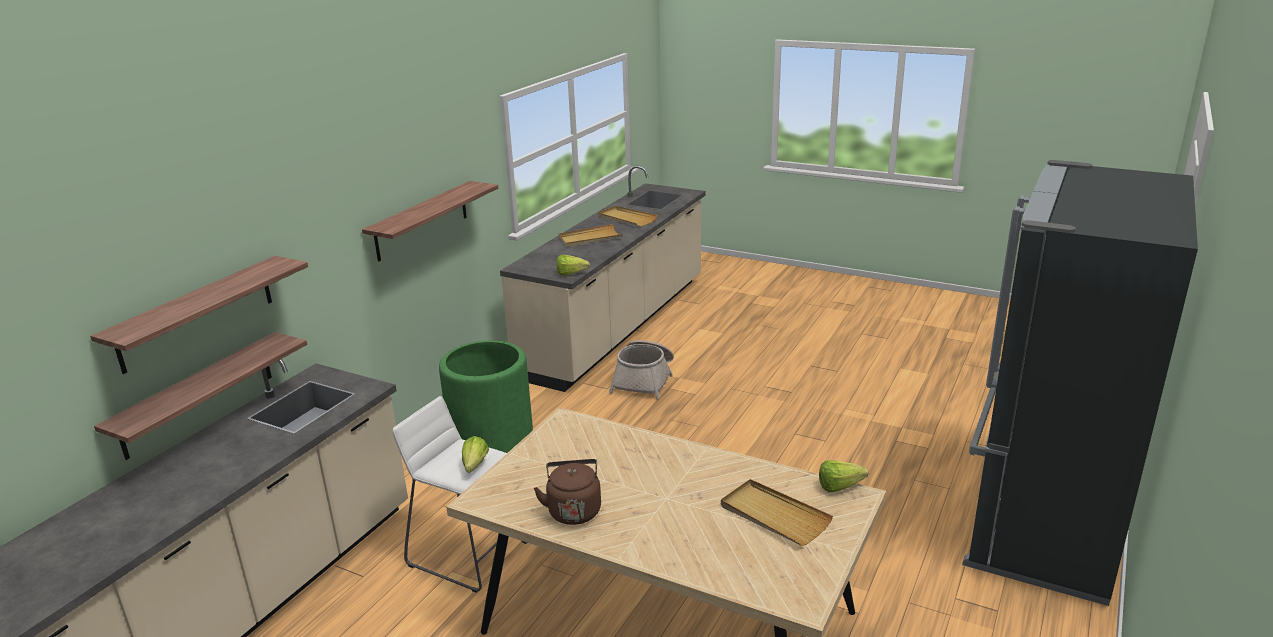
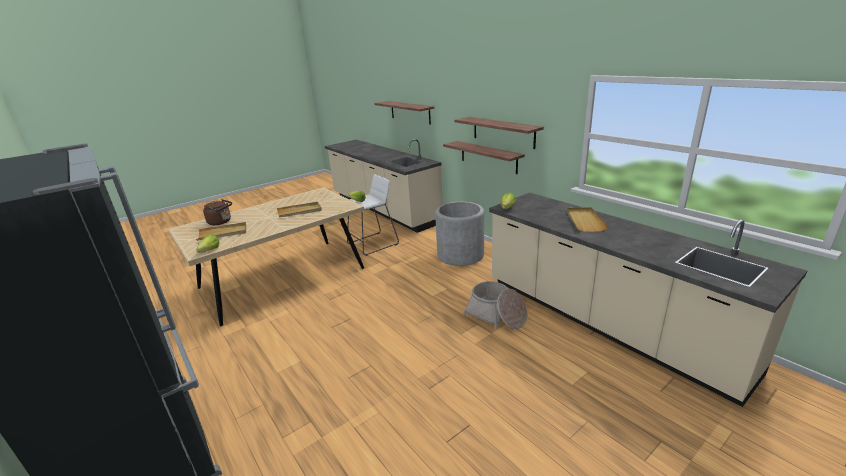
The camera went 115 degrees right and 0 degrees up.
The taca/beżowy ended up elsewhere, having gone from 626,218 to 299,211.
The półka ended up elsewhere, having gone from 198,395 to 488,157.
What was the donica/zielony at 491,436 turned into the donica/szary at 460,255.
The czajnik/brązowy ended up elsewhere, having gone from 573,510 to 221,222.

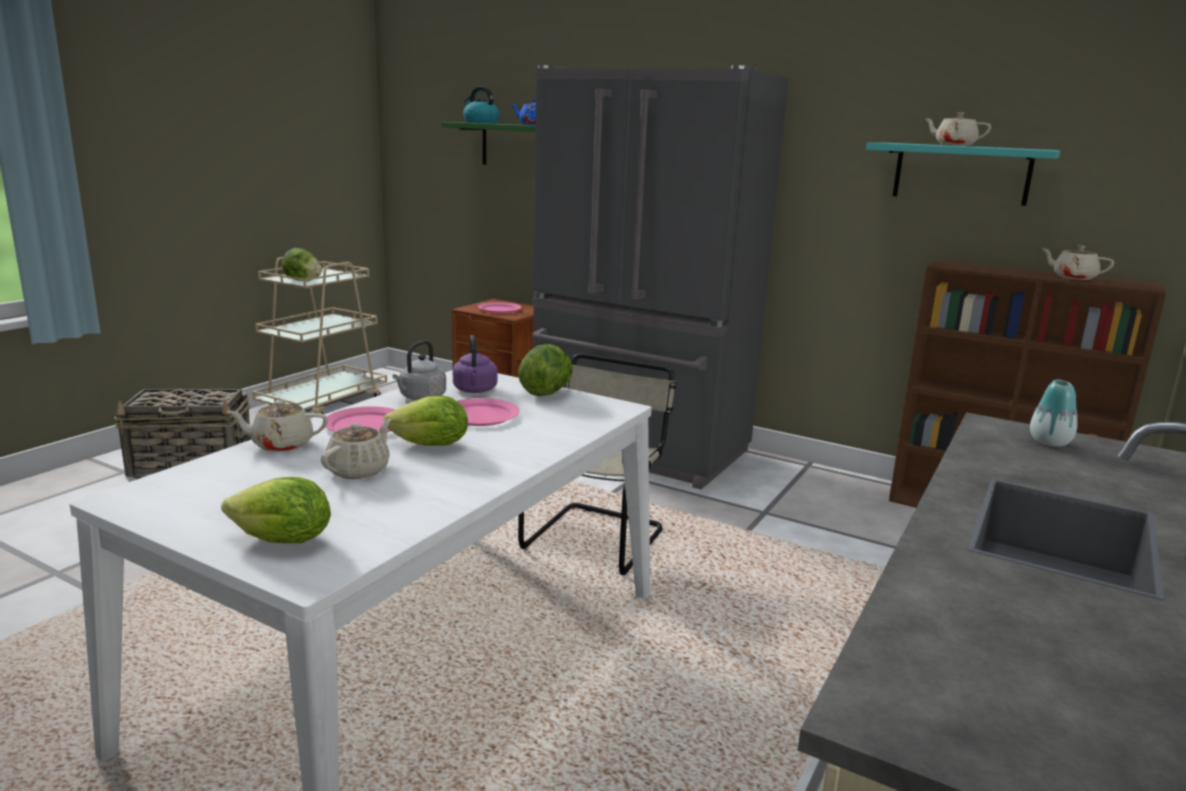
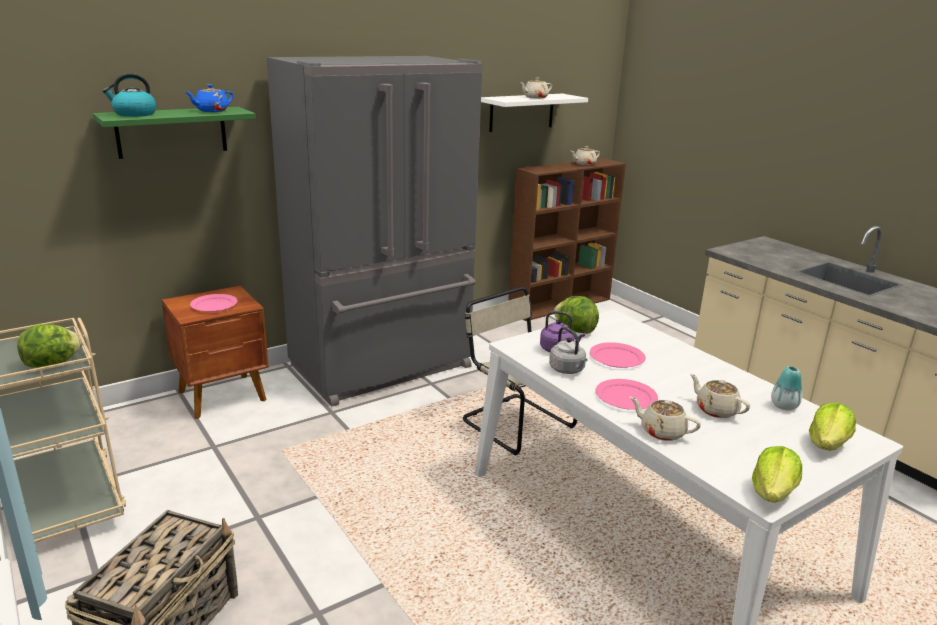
The camera went 65 degrees left and 5 degrees up.
What was the półka/turkusowy at 961,173 turned into the półka/biały at 521,112.
The wazon ended up elsewhere, having gone from 1049,442 to 784,406.
The sałata ended up elsewhere, having gone from 431,446 to 773,493.
The imbryk/beżowy at 281,445 ended up facing another way, 105 degrees clockwise from before.

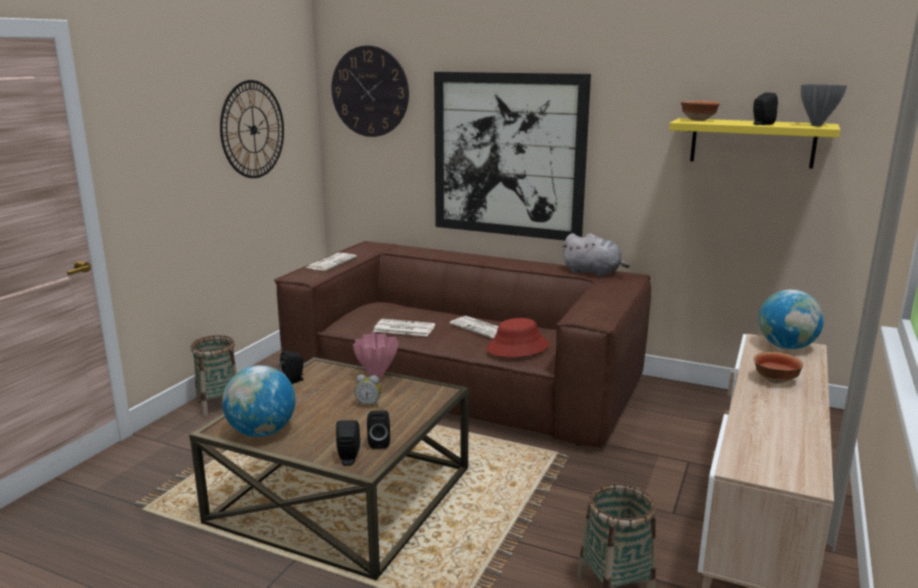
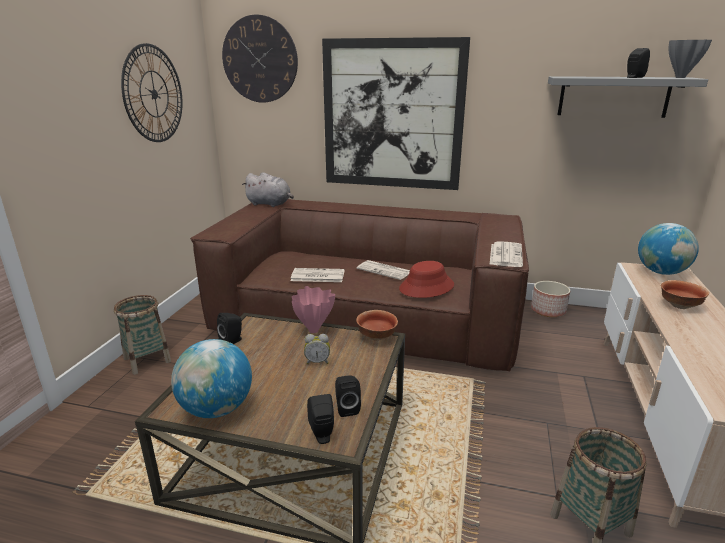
The camera went 10 degrees left and 5 degrees up.
The miska ended up elsewhere, having gone from 699,120 to 377,336.
What was the półka/żółty at 752,142 turned into the półka/szary at 613,96.
The pluszak/szary ended up elsewhere, having gone from 593,273 to 270,204.
The gazeta ended up elsewhere, having gone from 331,262 to 505,255.
The second view gained the donica at 548,310.

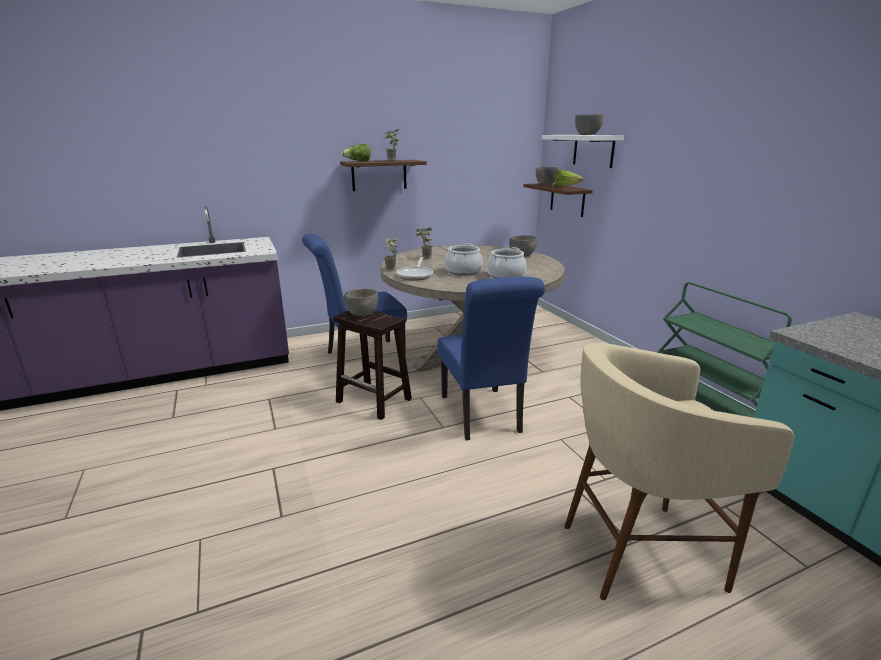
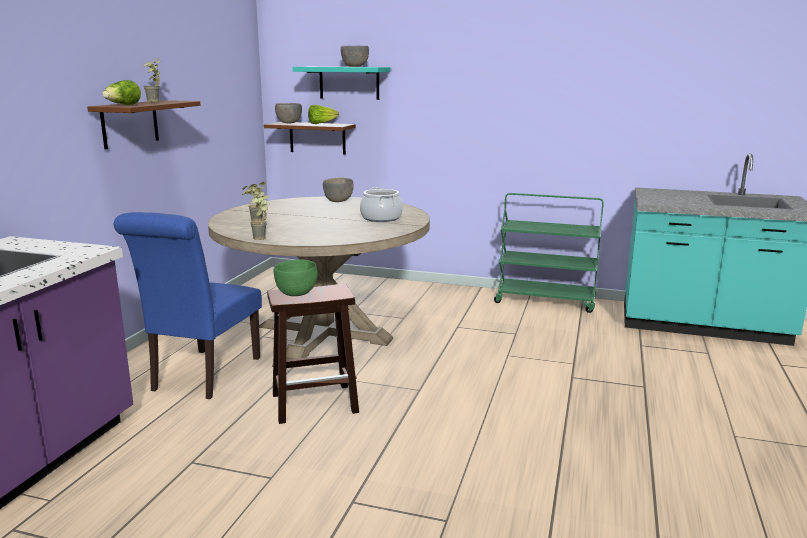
The camera went 50 degrees left and 5 degrees down.
What was the półka/biały at 593,150 turned into the półka/turkusowy at 349,83.
The second view lost the garnek at 463,271.
The second view lost the patelnia at 415,275.
The second view lost the krzesło/niebieski at 482,416.
What was the miska/szary at 362,314 turned into the miska/zielony at 297,294.
The second view lost the stołek/beżowy at 638,553.

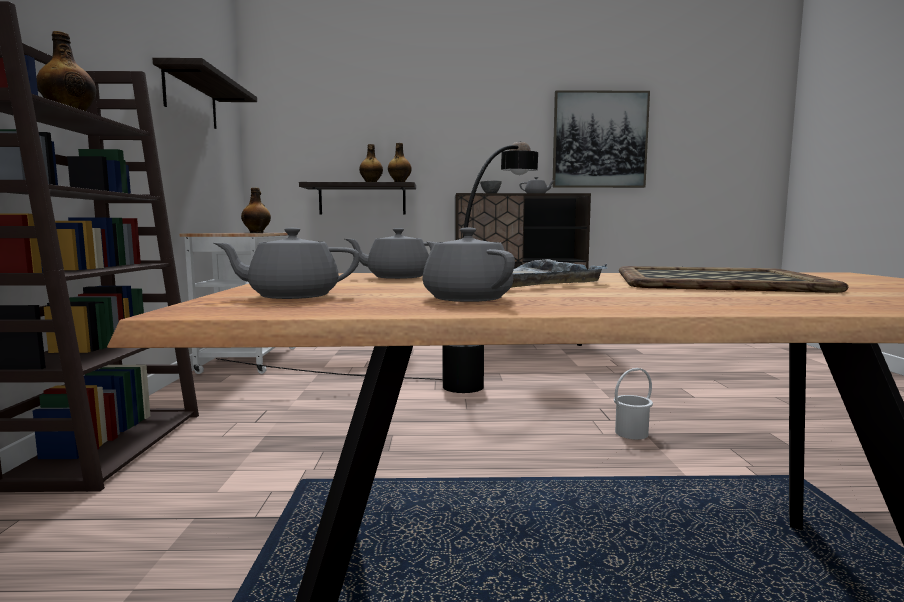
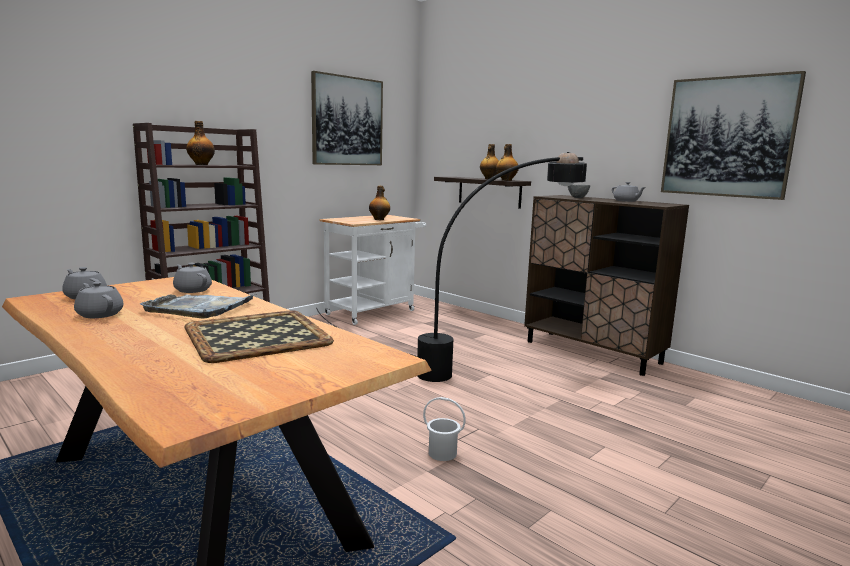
The camera went 45 degrees right and 5 degrees up.
Where the półka hung at 191,99, the obraz came to hang at 347,121.
The imbryk/szary at 466,298 ended up facing another way, 60 degrees counterclockwise from before.

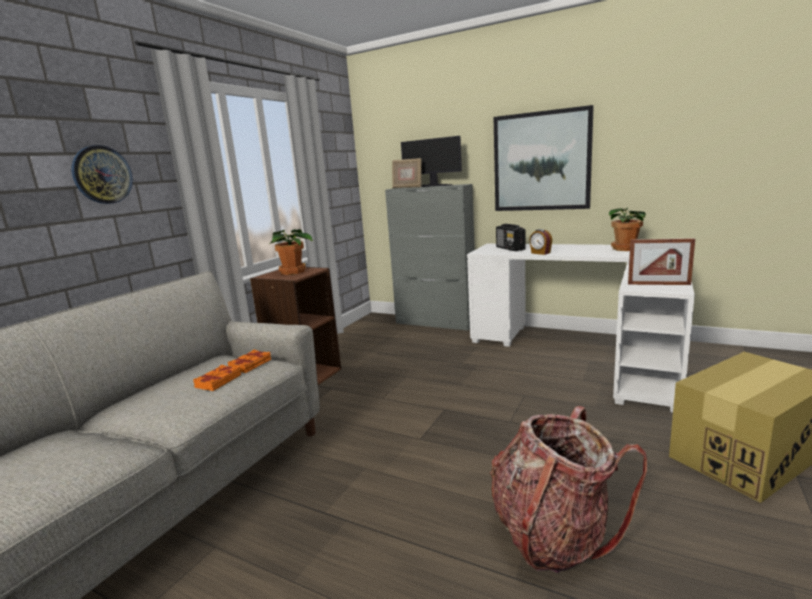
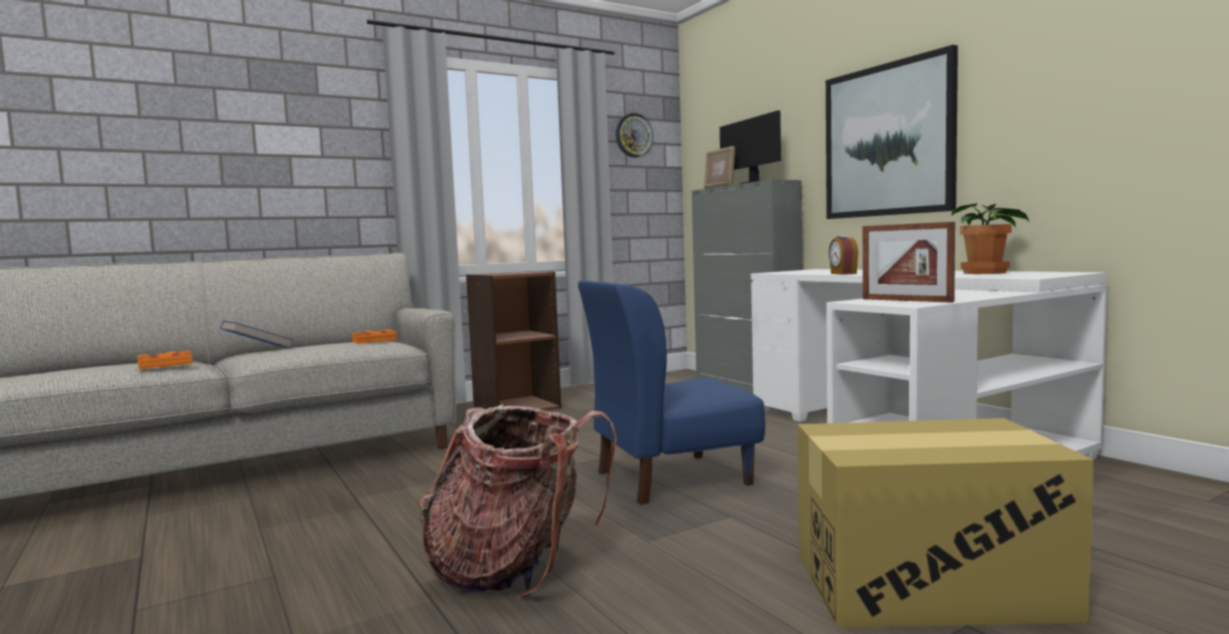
The camera went 30 degrees right and 10 degrees down.
The zegar ścienny ended up elsewhere, having gone from 102,175 to 633,135.
The second view lost the radio at 510,248.
The second view lost the roślina doniczkowa at 293,272.
The książka/pomarańczowy ended up elsewhere, having gone from 218,381 to 165,365.
The second view gained the krzesło/niebieski at 671,478.
The second view gained the książka/niebieski at 257,349.

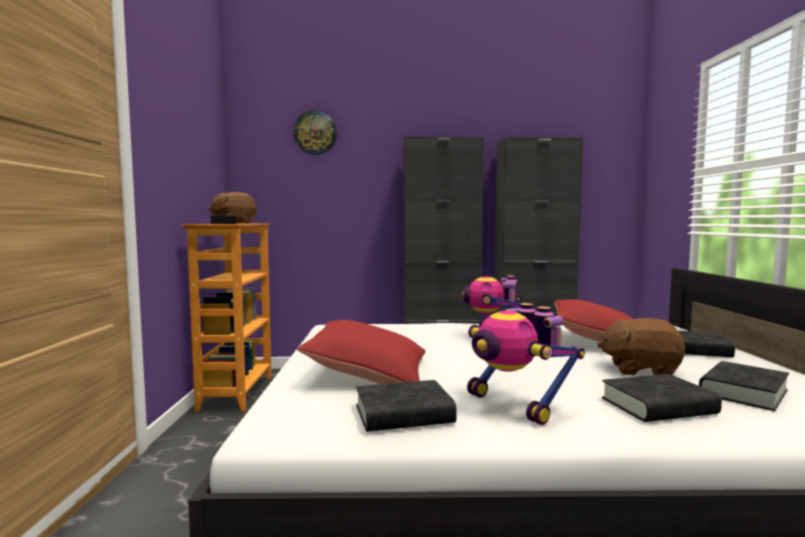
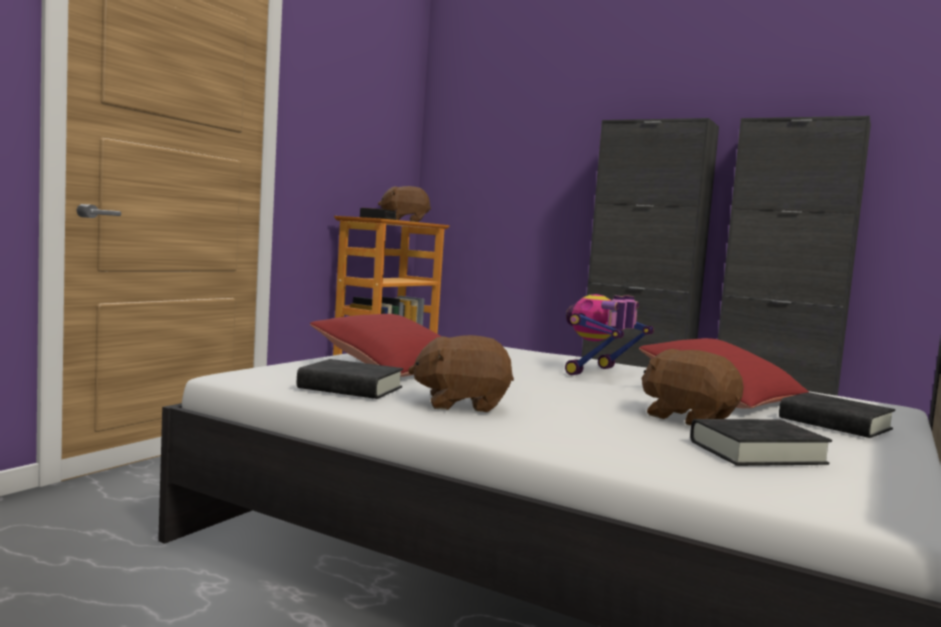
The camera went 30 degrees right and 0 degrees up.
The second view lost the zegar ścienny at 315,133.
Where the robot zabawkowy stood at 515,405, the pluszak/brązowy came to stand at 461,404.
The second view lost the książka/czarny at 658,406.

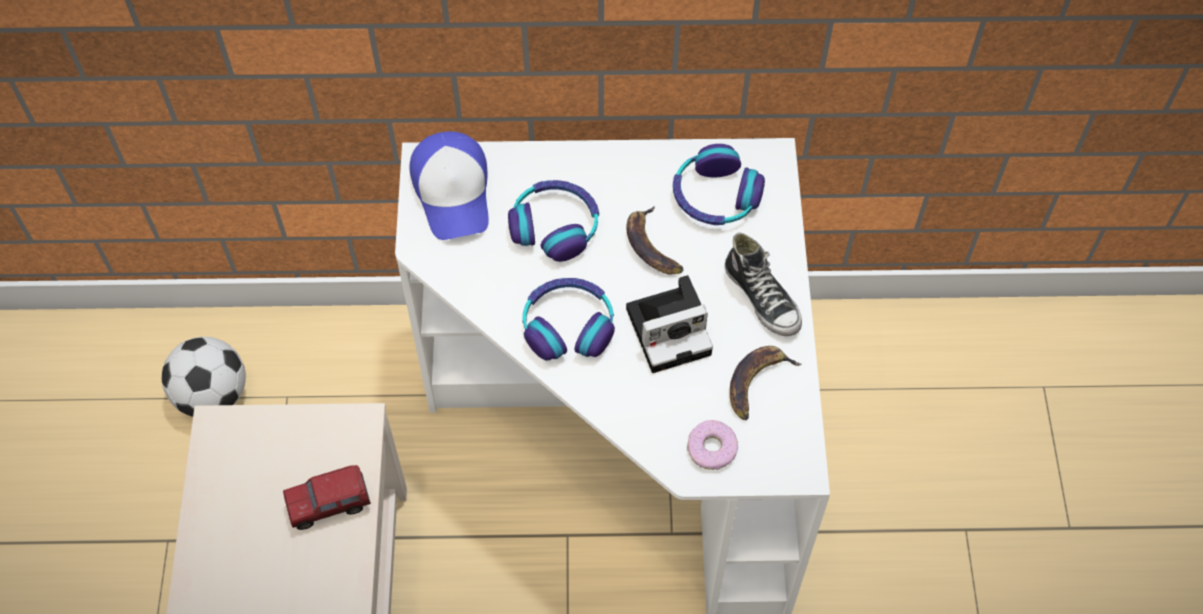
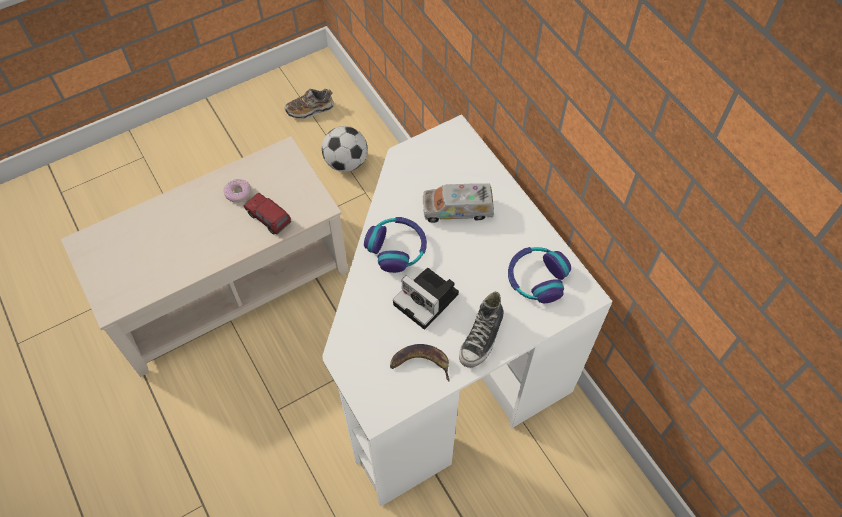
The camera went 60 degrees right and 0 degrees up.
The second view lost the czapka z daszkiem at 453,192.
Where the słuchawki stood at 555,226, the ciężarówka zabawkowa came to stand at 457,209.
The second view lost the banan at 651,246.
The donut ended up elsewhere, having gone from 712,449 to 238,193.
The second view gained the but at 310,109.

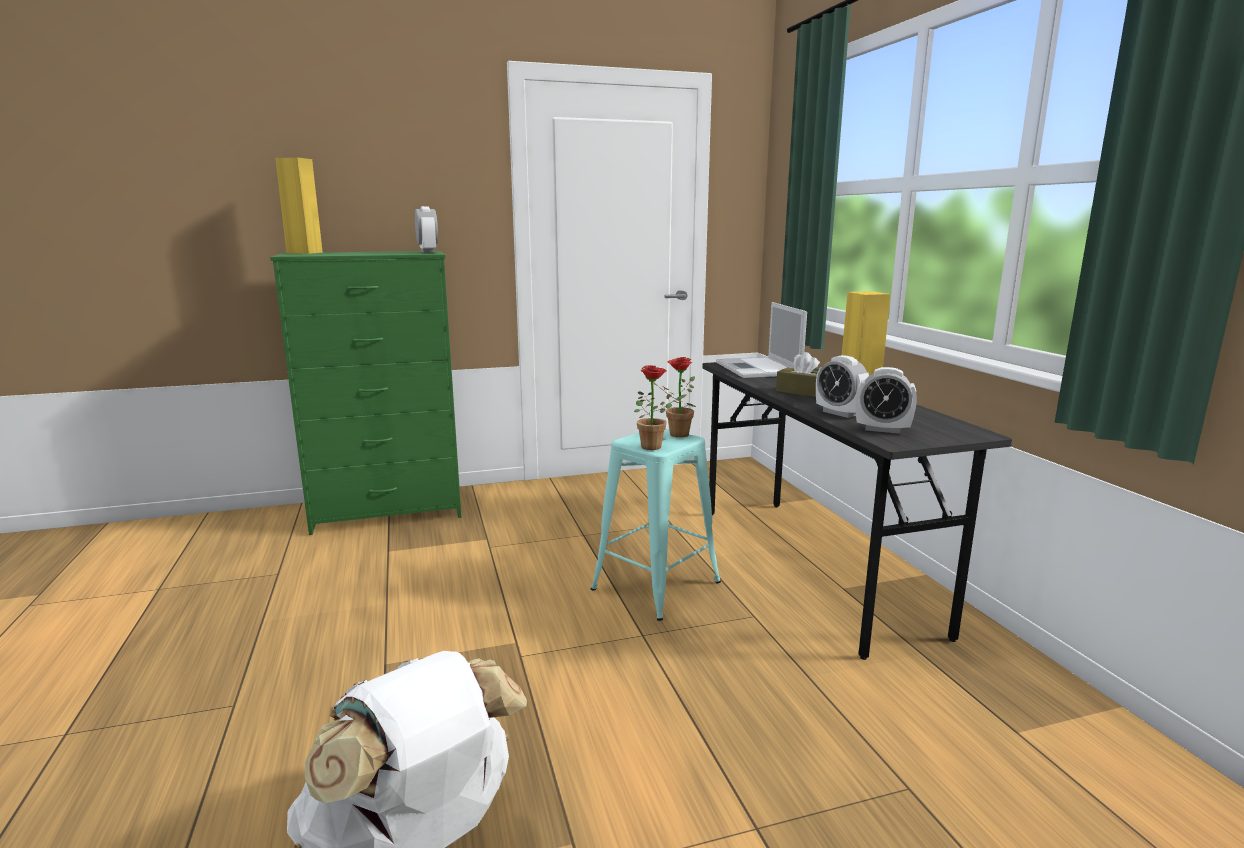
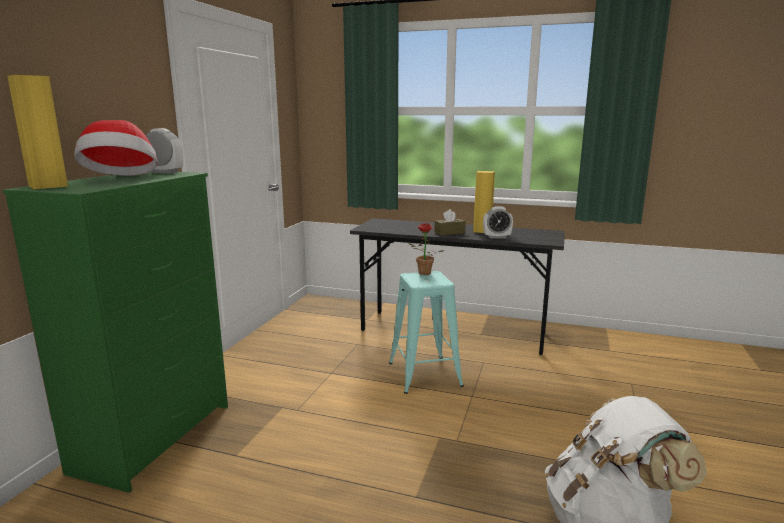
The camera went 55 degrees left and 0 degrees up.
The second view lost the laptop at 758,369.
The second view lost the roślina doniczkowa at 656,446.
The second view lost the budzik at 882,429.
The second view gained the kapelusz at 121,179.

